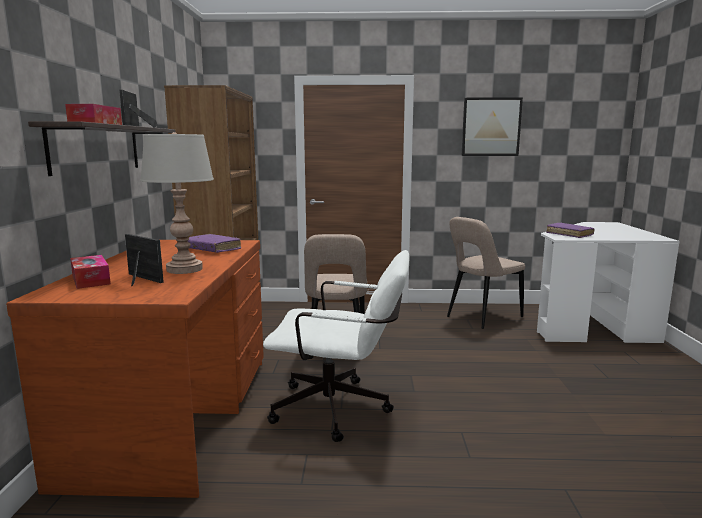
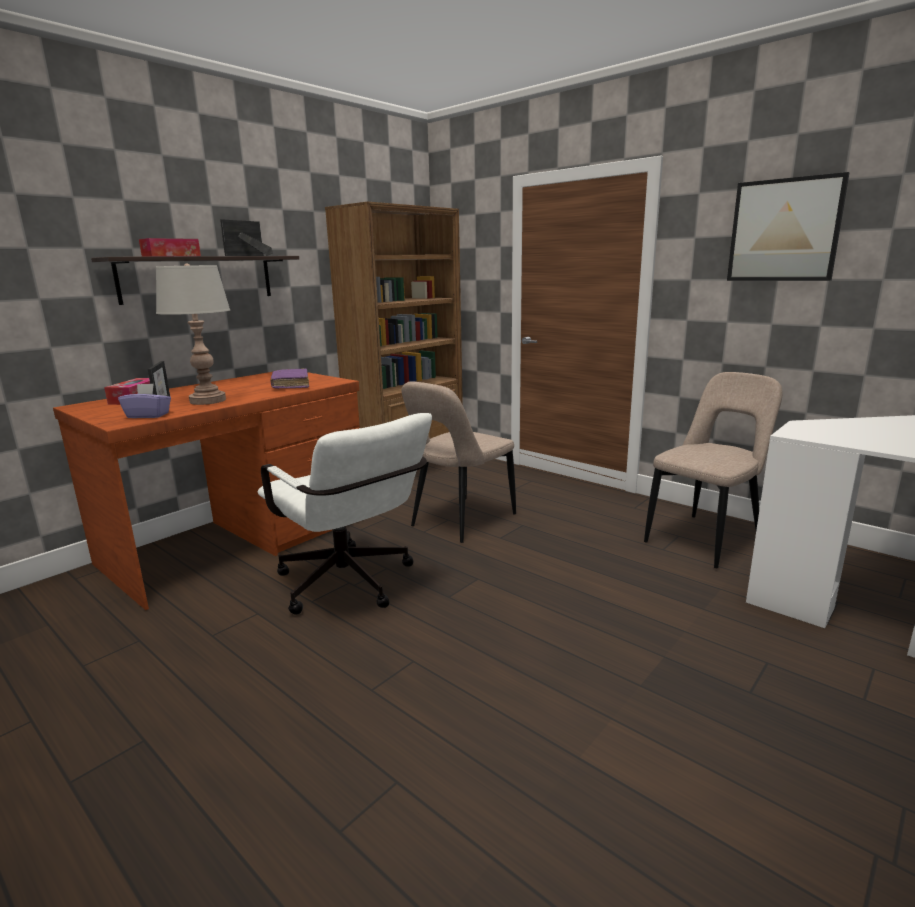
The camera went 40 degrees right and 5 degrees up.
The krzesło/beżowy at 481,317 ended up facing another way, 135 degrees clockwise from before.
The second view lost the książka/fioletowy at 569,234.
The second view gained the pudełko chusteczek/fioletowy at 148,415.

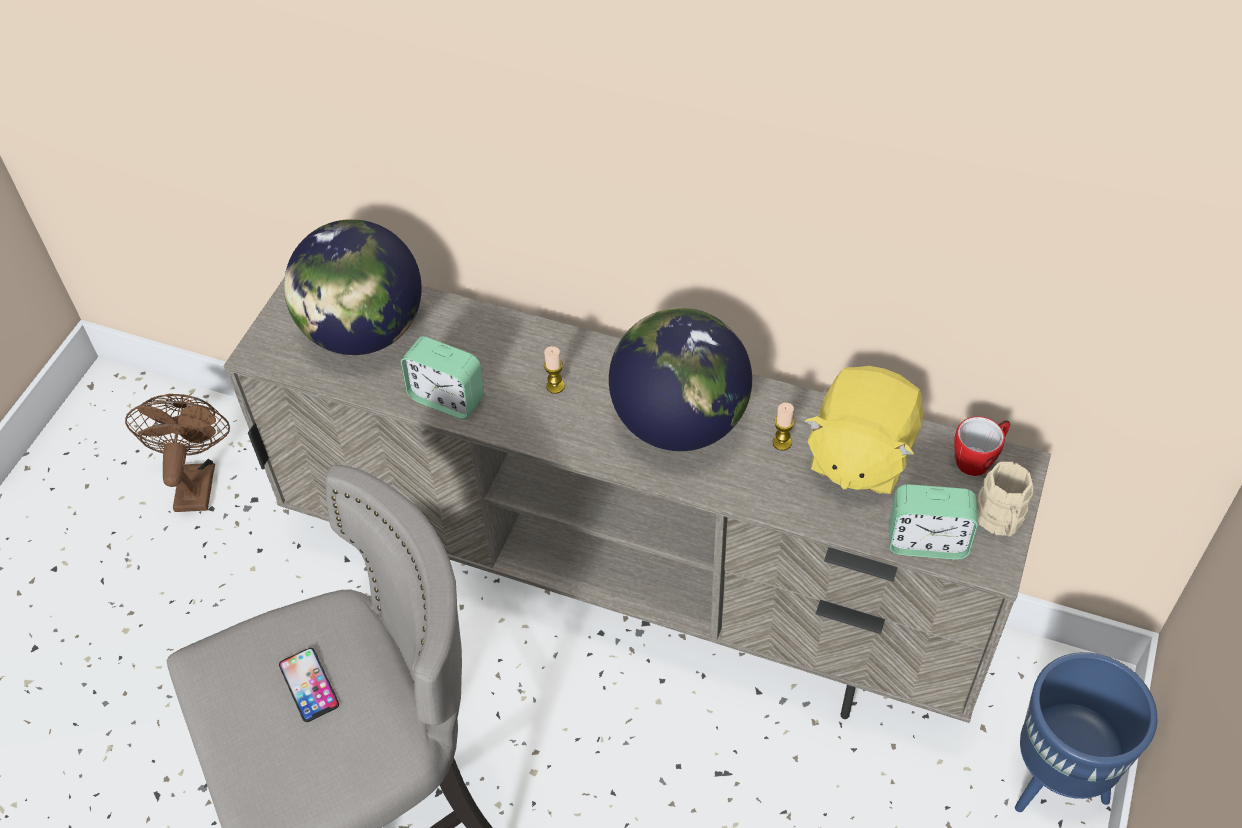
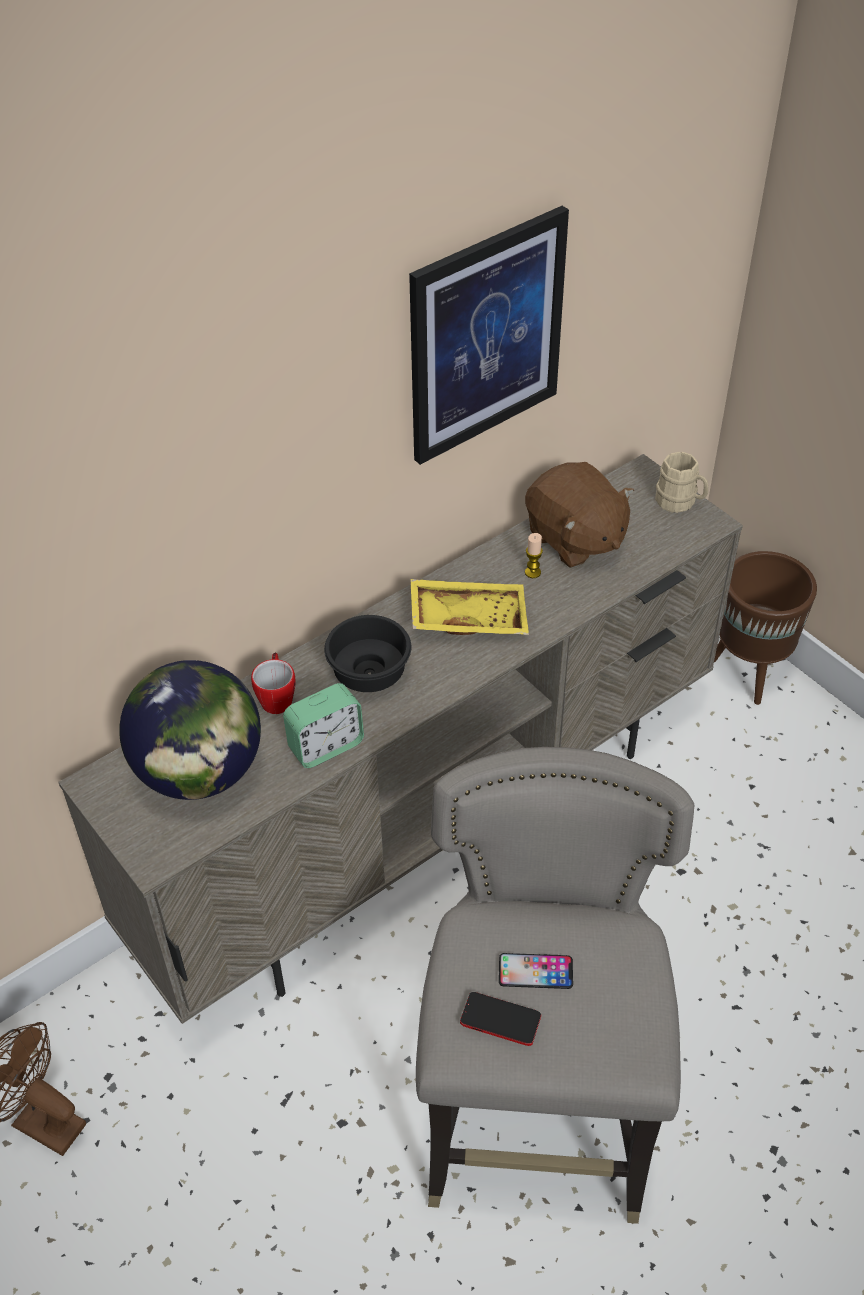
The camera went 60 degrees left and 5 degrees down.
Where the globus stood at 680,421, the taca/żółty came to stand at 468,617.
Where the świeca stood at 555,386, the miska/czarny came to stand at 372,673.
What was the pluszak/żółty at 859,455 turned into the pluszak/brązowy at 575,539.
The kubek ended up elsewhere, having gone from 978,459 to 277,697.
The second view lost the budzik at 927,541.
What was the donica/niebieski at 1056,780 turned into the donica/brązowy at 748,672.
The second view gained the obraz at 485,336.
The second view gained the telefon at 500,1019.

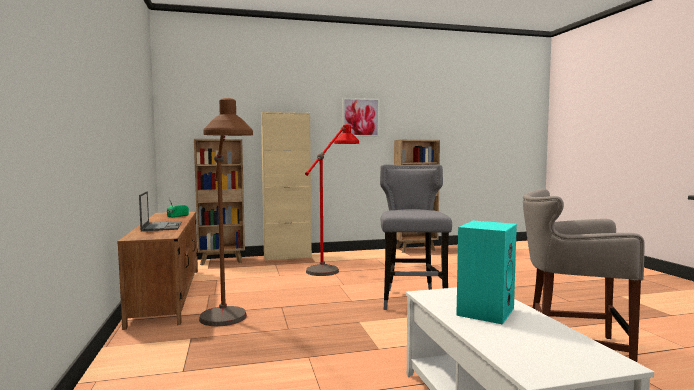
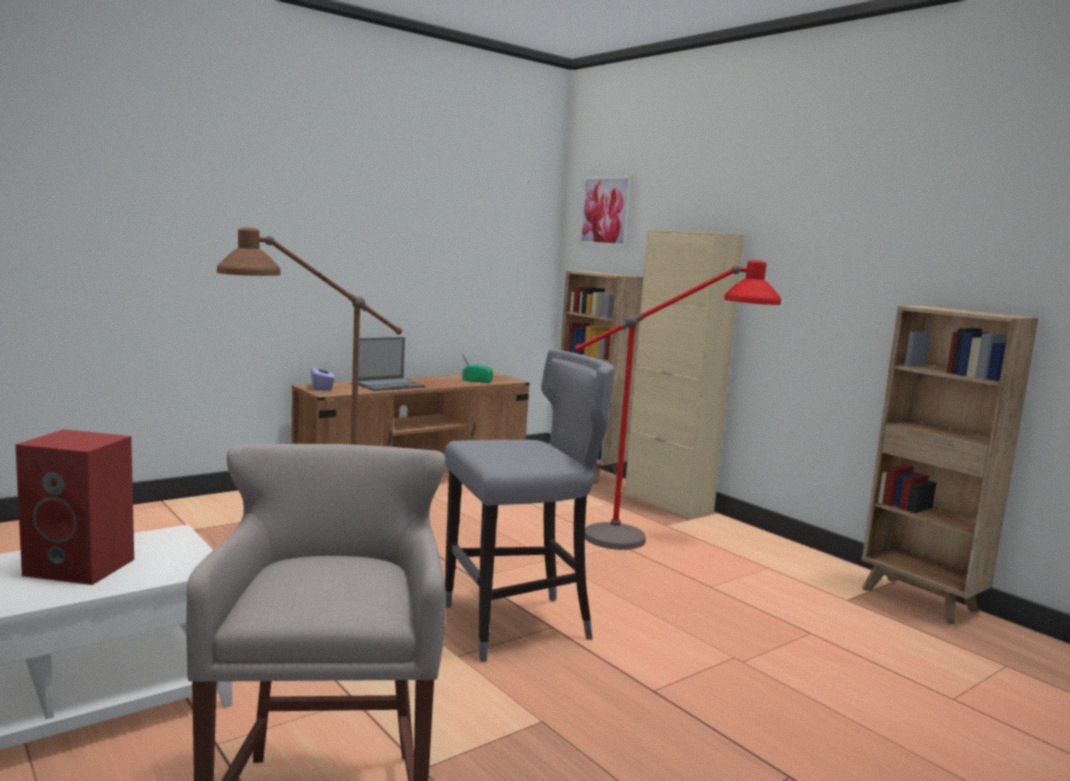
The camera went 65 degrees right and 5 degrees up.
The obraz ended up elsewhere, having gone from 360,117 to 606,211.
What was the głośnik/turkusowy at 484,311 turned into the głośnik/czerwony at 83,567.
The second view gained the pudełko chusteczek/fioletowy at 322,388.

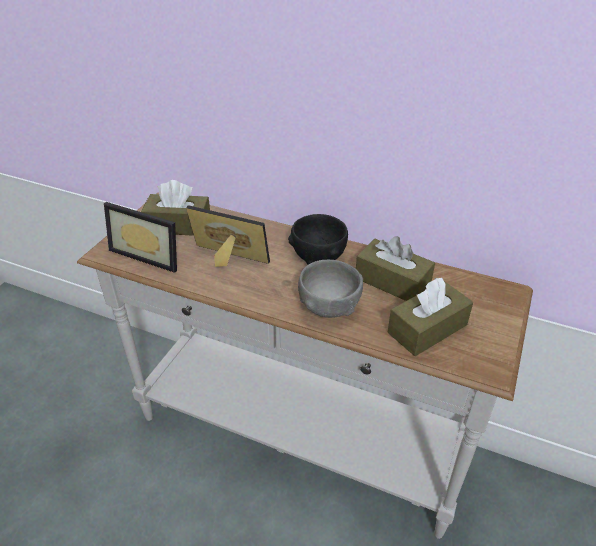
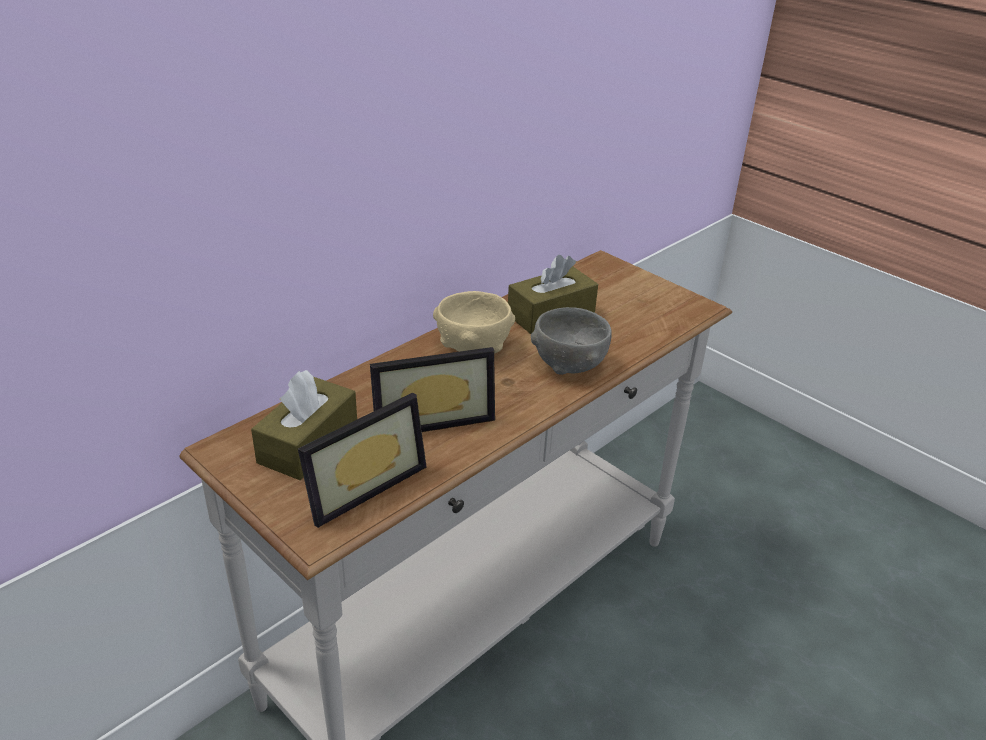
The camera went 70 degrees left and 5 degrees down.
The ramka na zdjęcie at 226,261 ended up facing another way, 150 degrees counterclockwise from before.
What was the miska/czarny at 318,256 turned into the miska/beżowy at 473,346.
The second view lost the pudełko chusteczek/brązowy at 427,329.

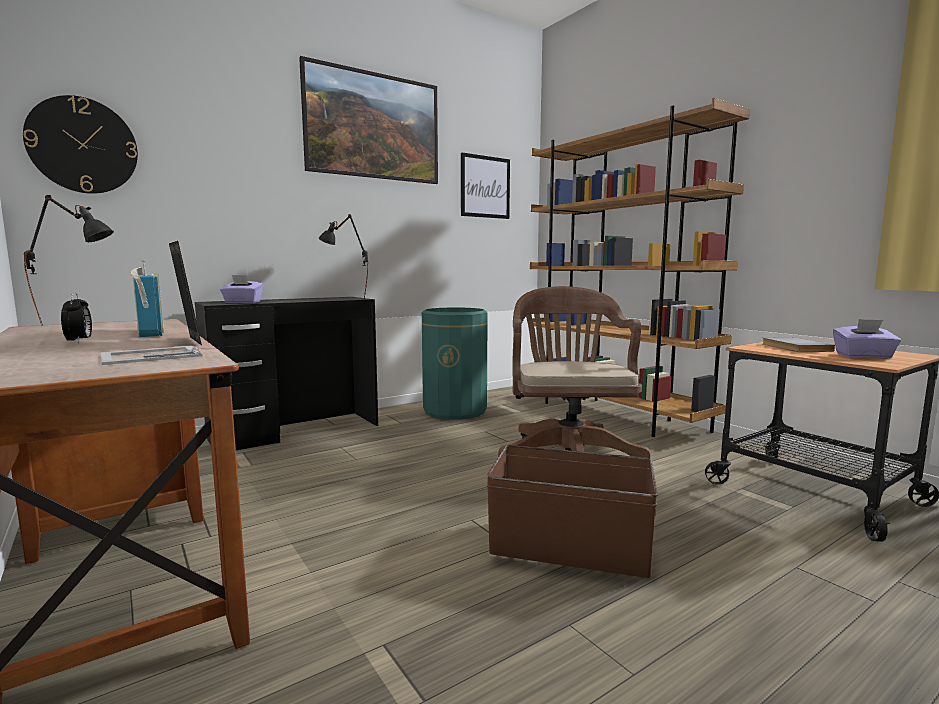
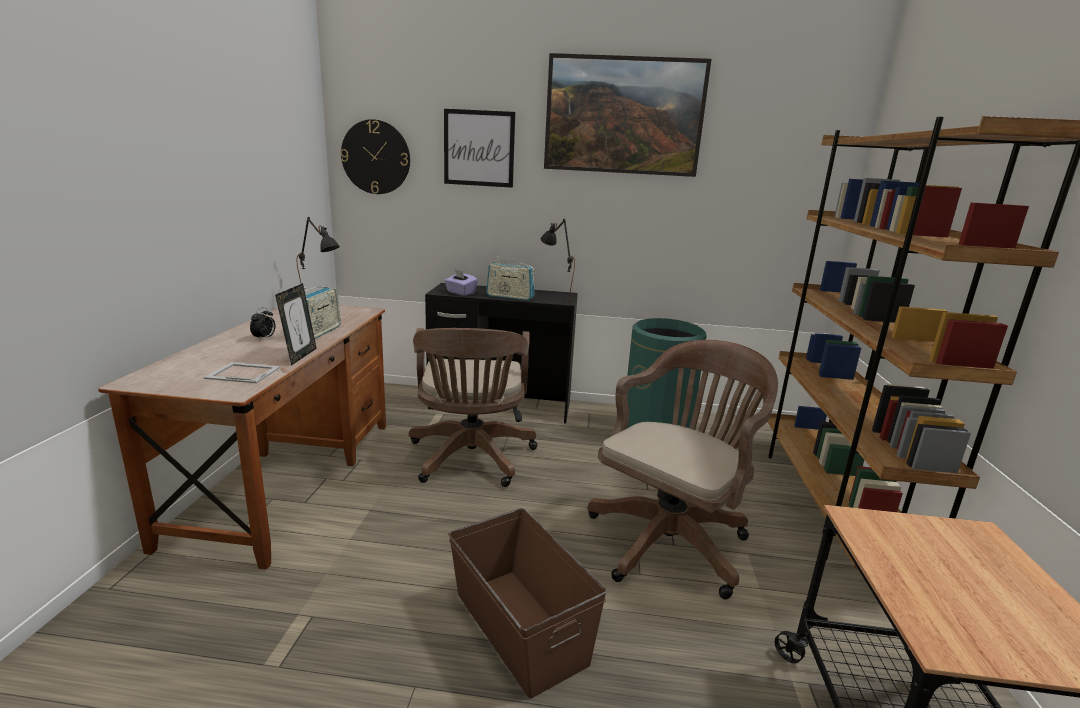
The camera went 40 degrees right and 10 degrees up.
The obraz ended up elsewhere, having gone from 485,187 to 479,148.
The second view lost the pudełko chusteczek/fioletowy at 863,356.
The second view lost the książka/szary at 793,347.
The second view gained the radio at 510,297.
The second view gained the krzesło biurowe/brązowy at 471,459.

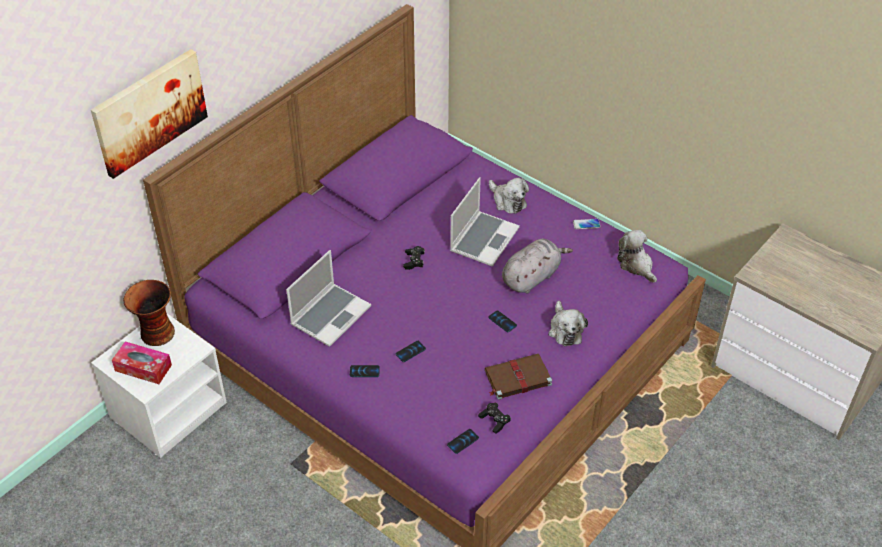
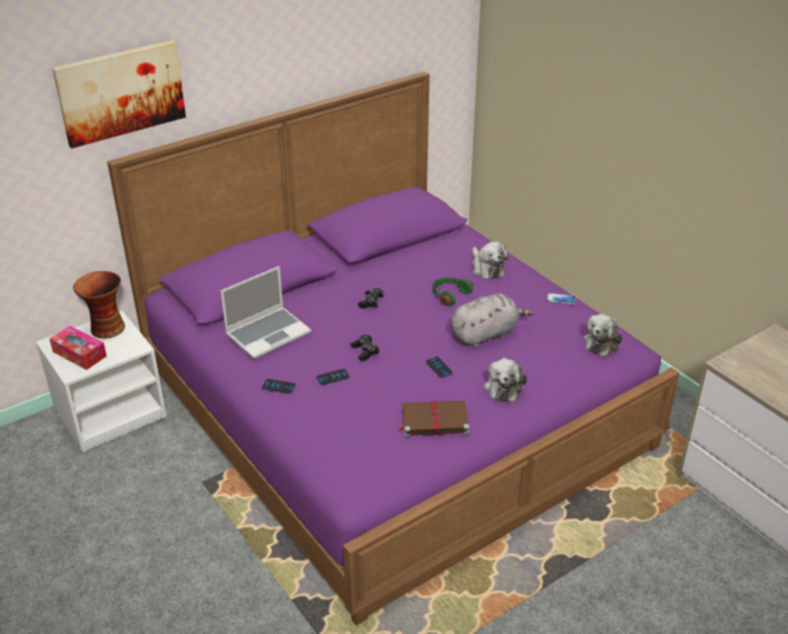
The camera went 15 degrees right and 10 degrees down.
Where the laptop stood at 484,239, the słuchawki/zielony came to stand at 449,295.
The pluszak at 636,265 ended up facing another way, 135 degrees counterclockwise from before.
The pad do gier/czarny ended up elsewhere, having gone from 494,421 to 365,352.
The second view lost the telefon at 463,441.

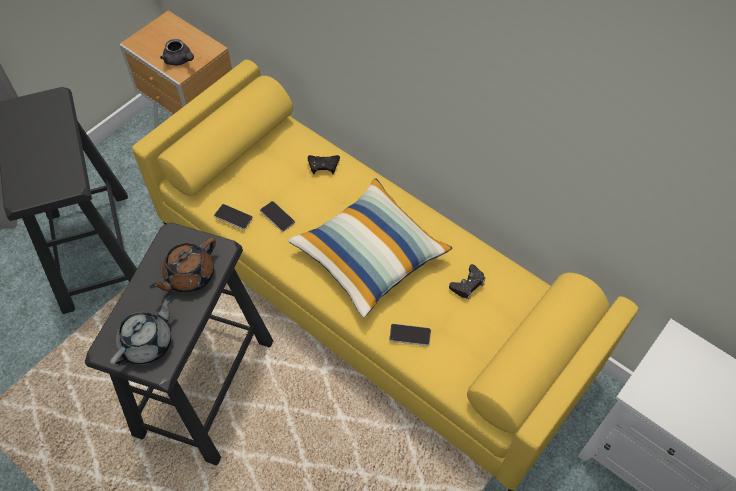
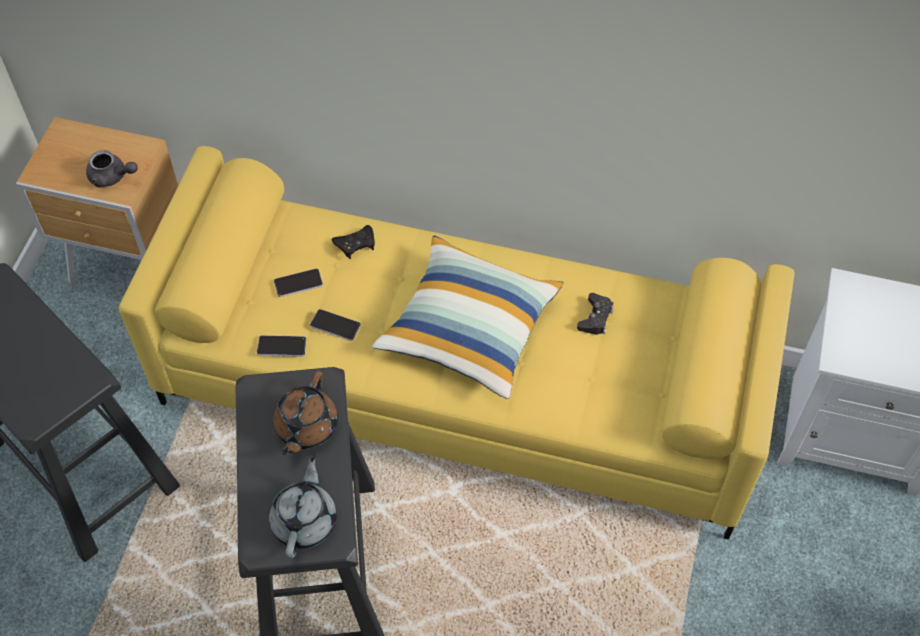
The camera went 25 degrees left and 0 degrees up.
The telefon ended up elsewhere, having gone from 410,335 to 298,283.

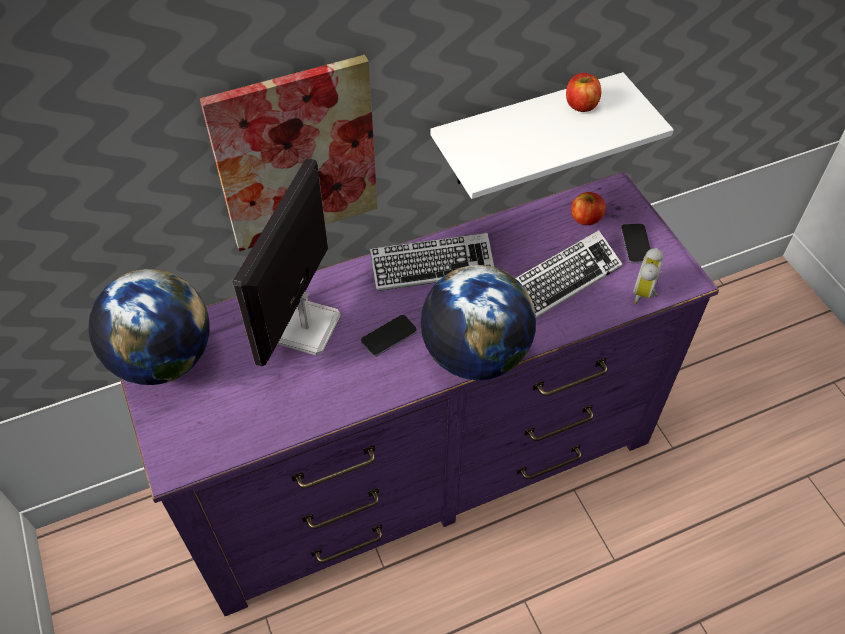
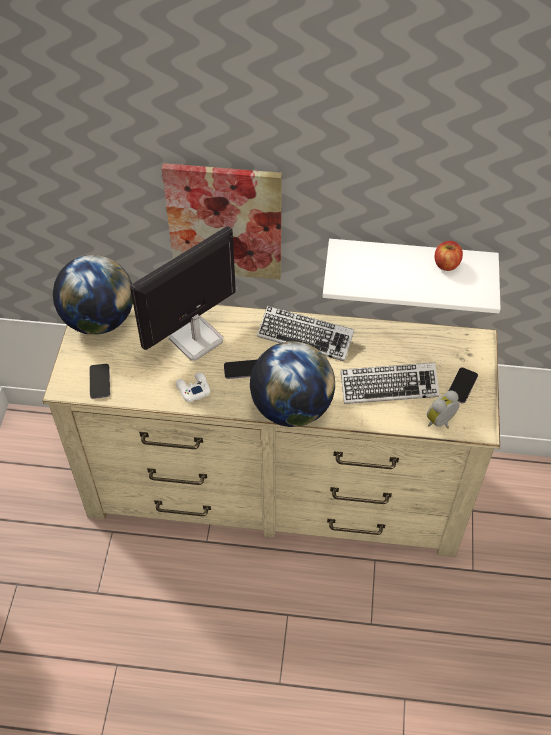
The camera went 30 degrees right and 0 degrees up.
What was the komoda/fioletowy at 421,464 turned into the komoda/beżowy at 276,486.
The second view lost the jabłko at 585,218.
The second view gained the telefon at 100,382.
The second view gained the pad do gier/biały at 193,389.

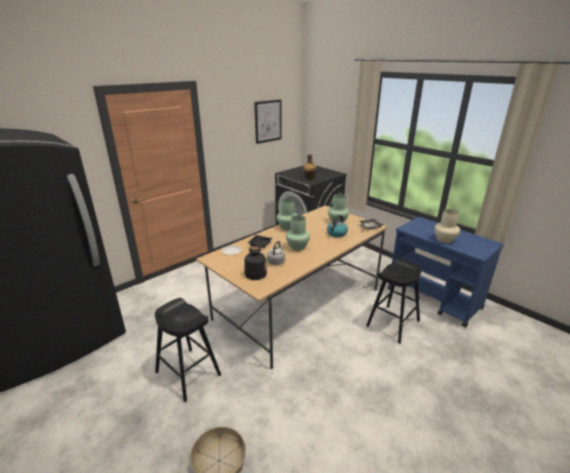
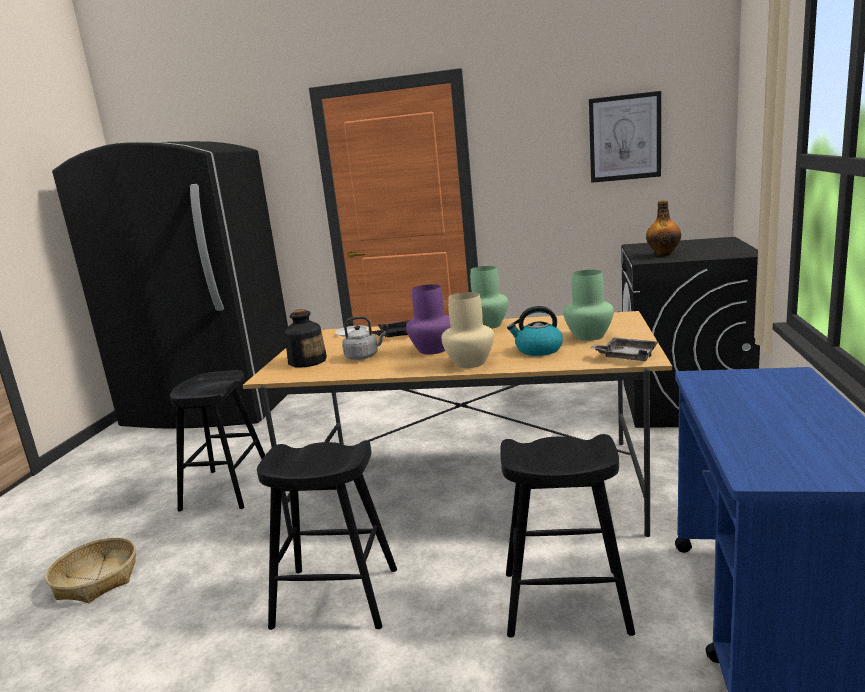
The camera went 55 degrees right and 10 degrees down.
The wazon/beżowy ended up elsewhere, having gone from 444,240 to 470,362.
What was the wazon/zielony at 297,247 turned into the wazon/fioletowy at 432,350.
The second view gained the stołek/czarny at 336,598.

